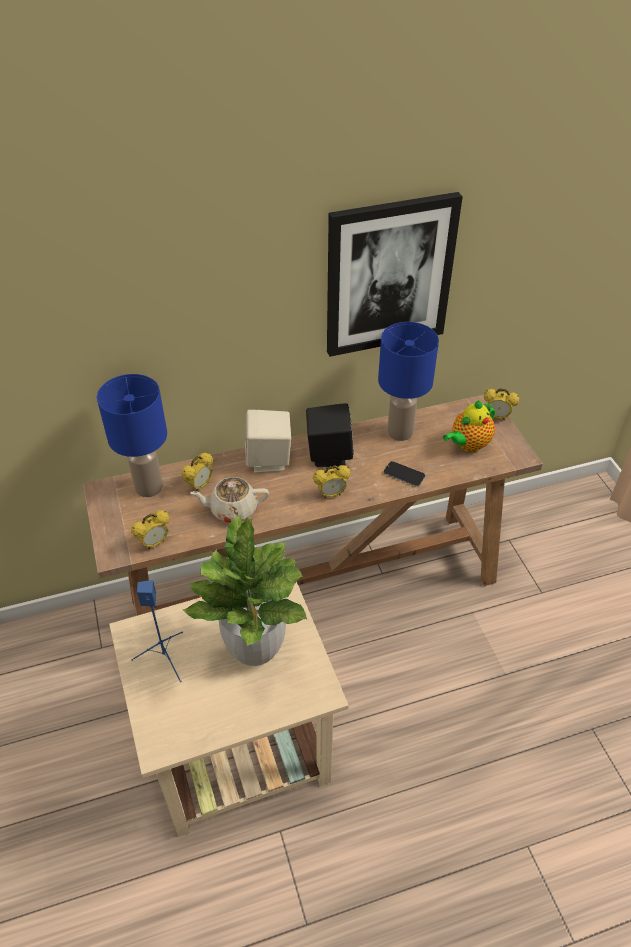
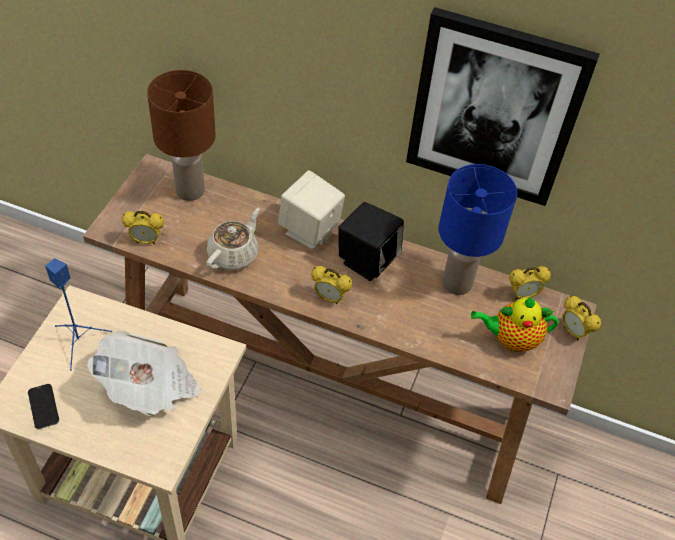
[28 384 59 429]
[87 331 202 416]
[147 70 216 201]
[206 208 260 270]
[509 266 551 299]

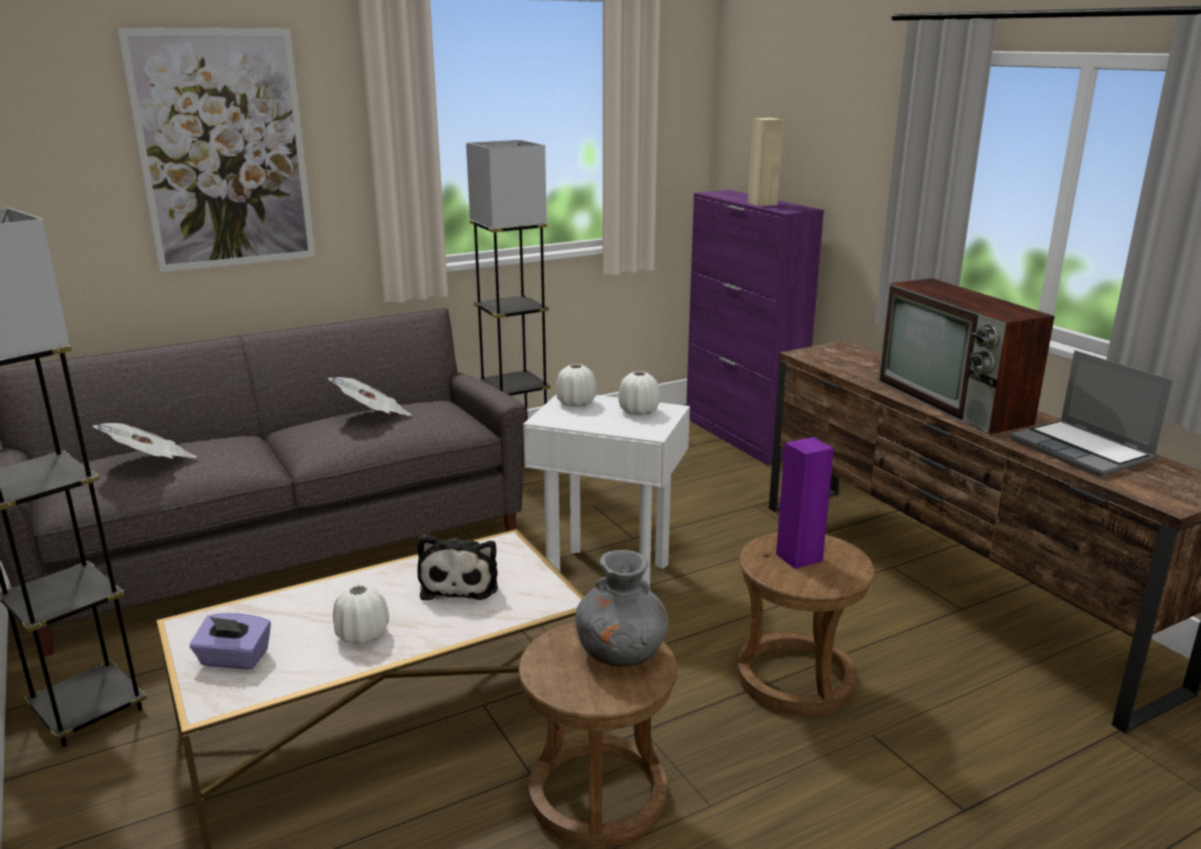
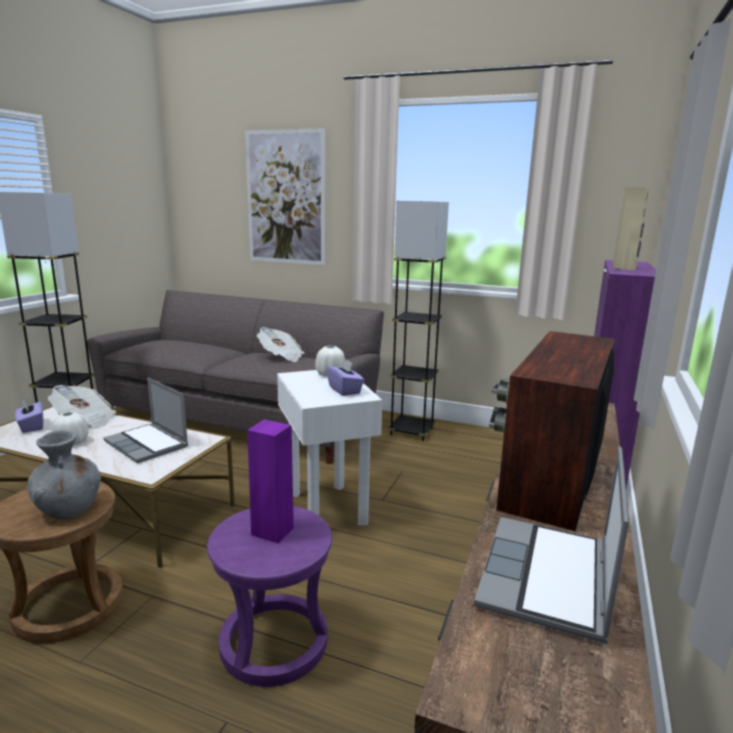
[48 385 116 427]
[104 377 188 463]
[207 506 332 687]
[327 359 364 396]

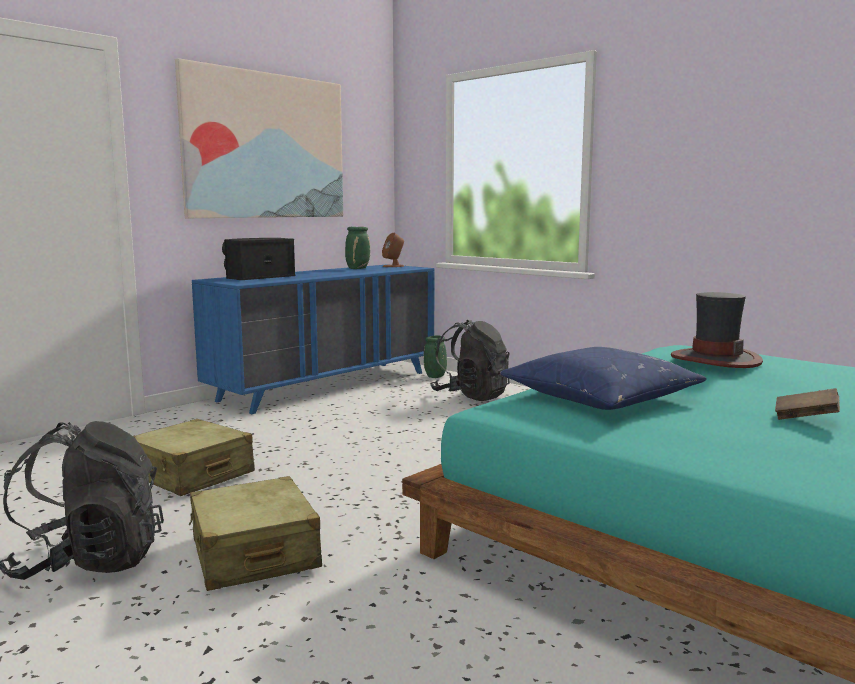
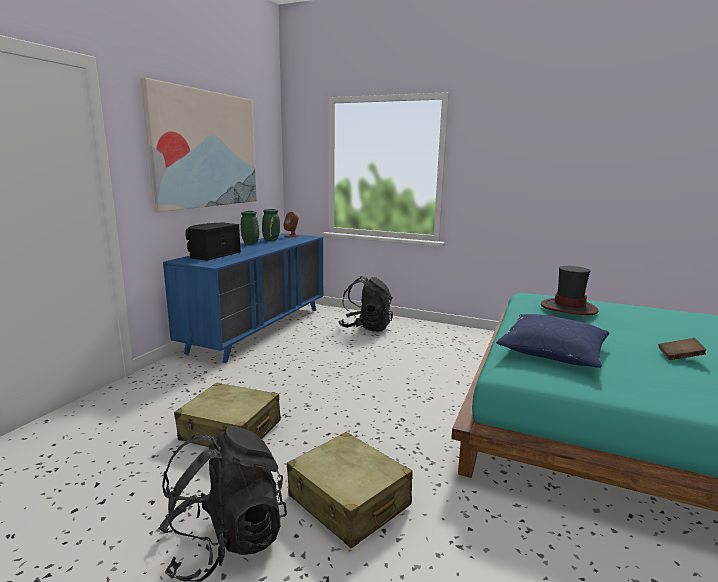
[240 211 259 244]

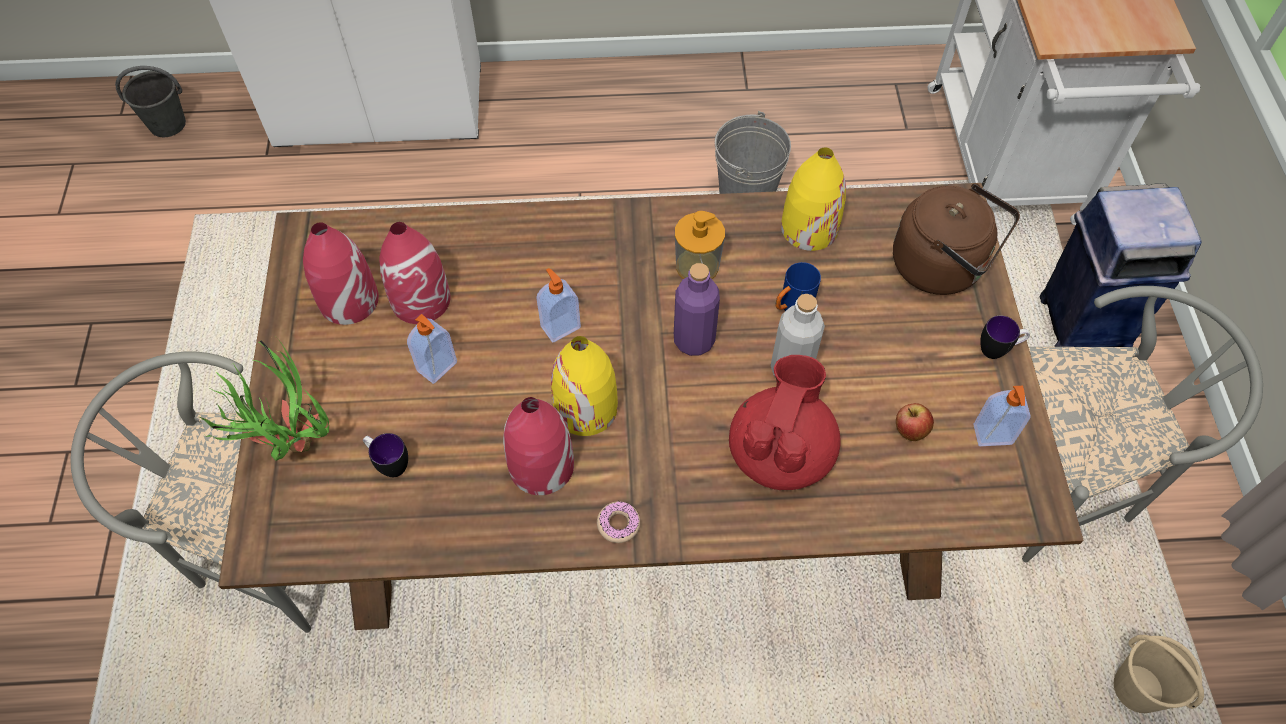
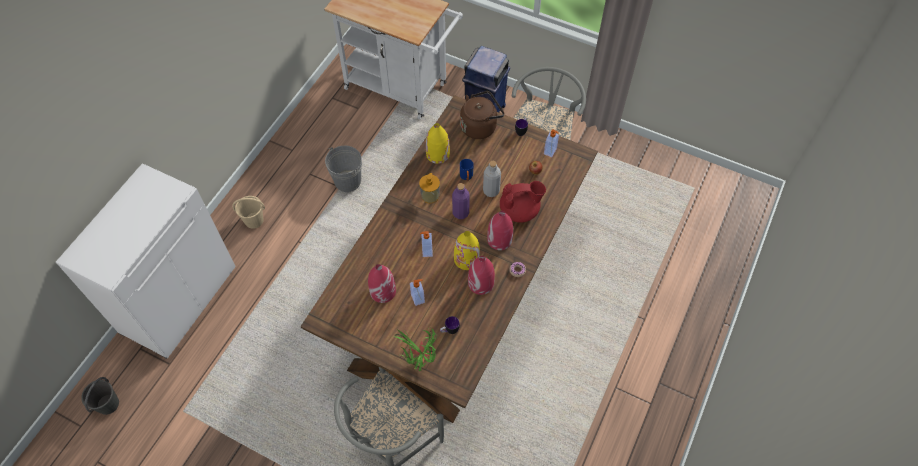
[232 196 265 229]
[487 211 513 250]
[500 181 546 223]

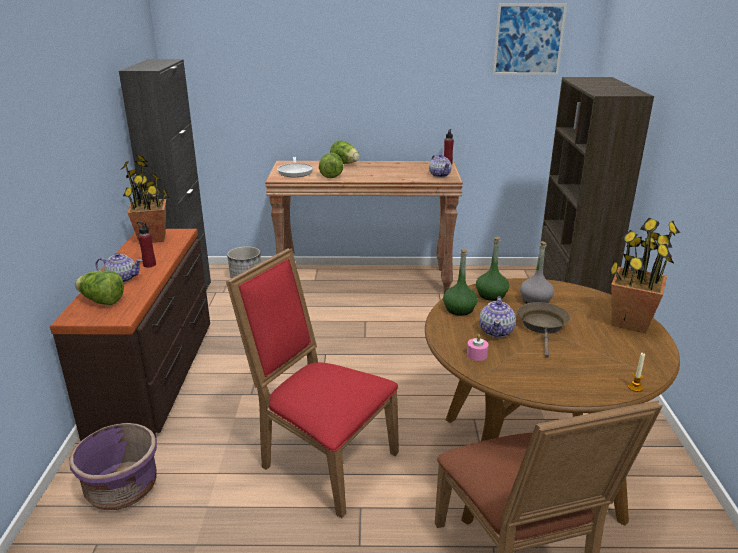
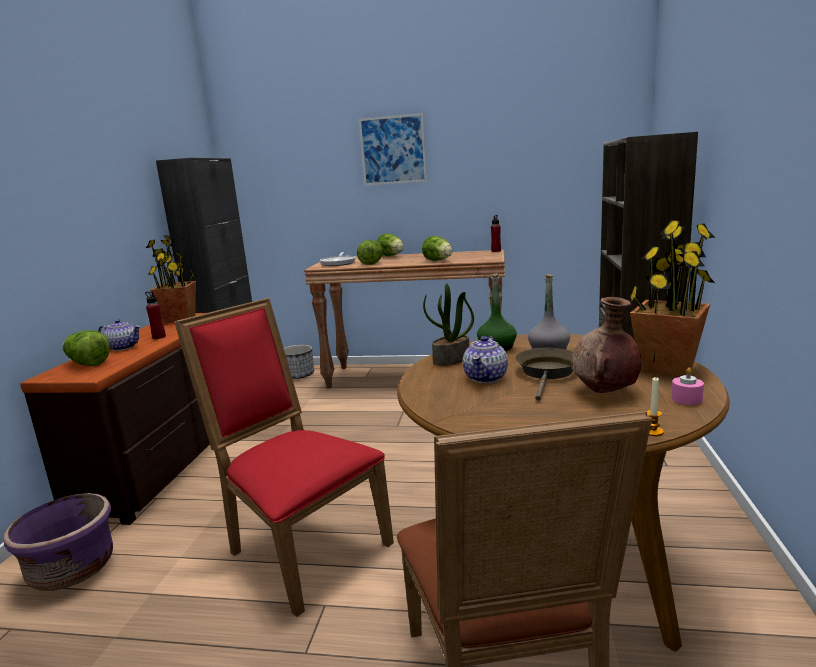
[359 113 427 186]
[422 236 453 261]
[423 283 474 366]
[571 297 641 393]
[671 368 704 405]
[429 154 452 178] (first image)

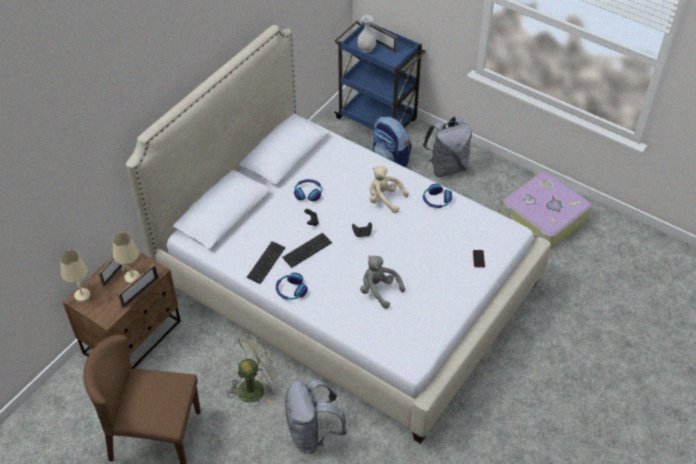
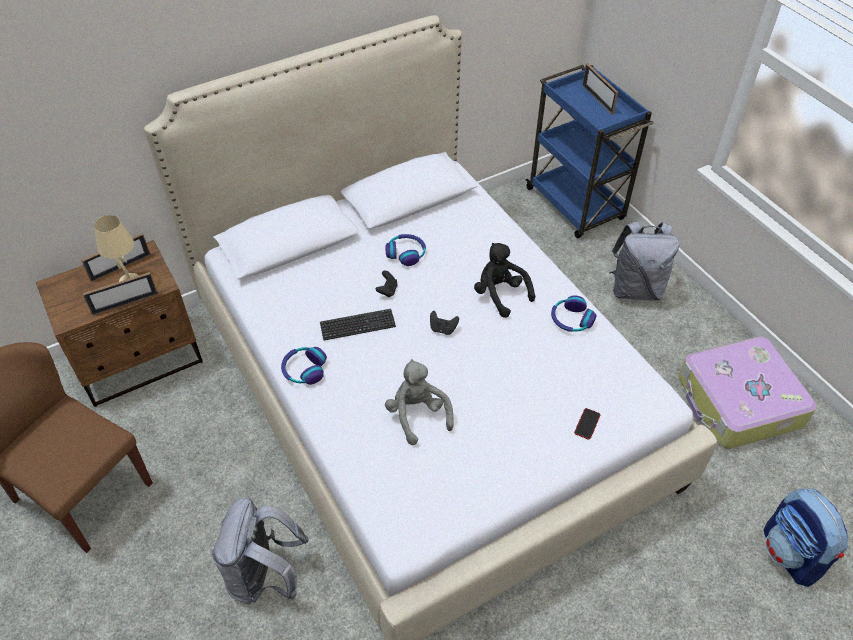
[474 243 535 318]
[764 488 848 587]
[60 250 90 302] (first image)
[228 334 282 403] (first image)
[247 241 285 284] (first image)
[357 15 376 53] (first image)

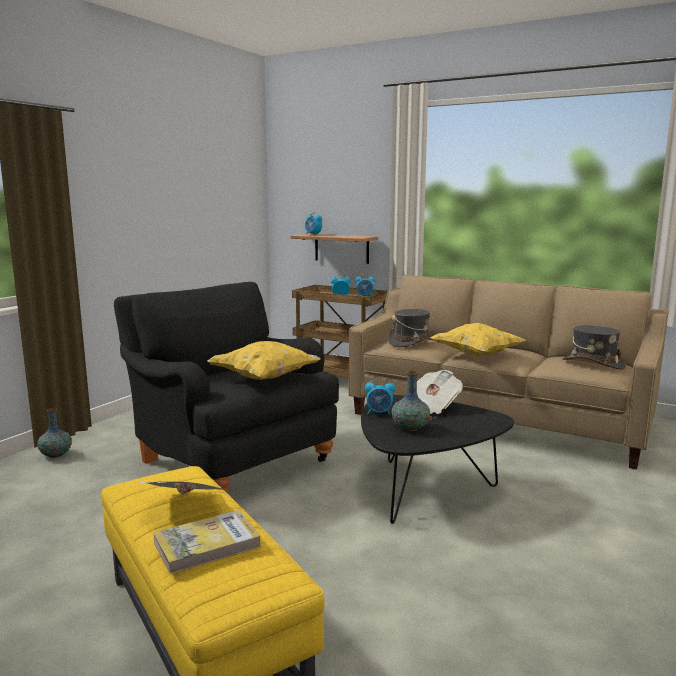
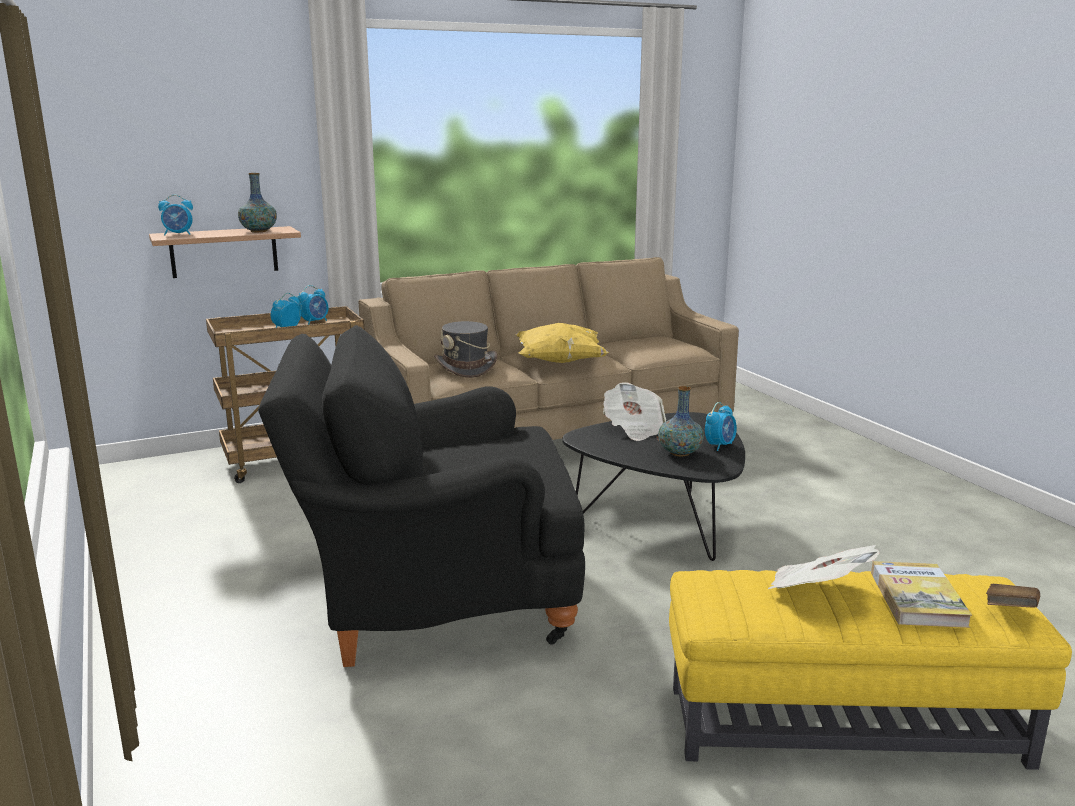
[238 173 277 232]
[705 402 737 451]
[986 584 1040 608]
[208 341 321 380] (first image)
[562 325 626 370] (first image)

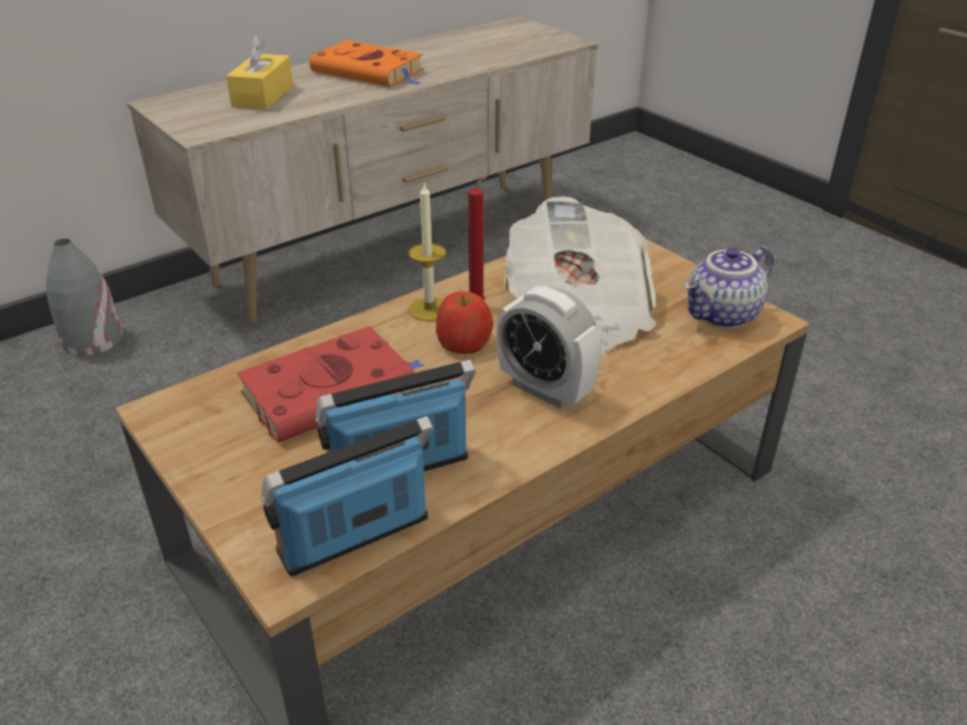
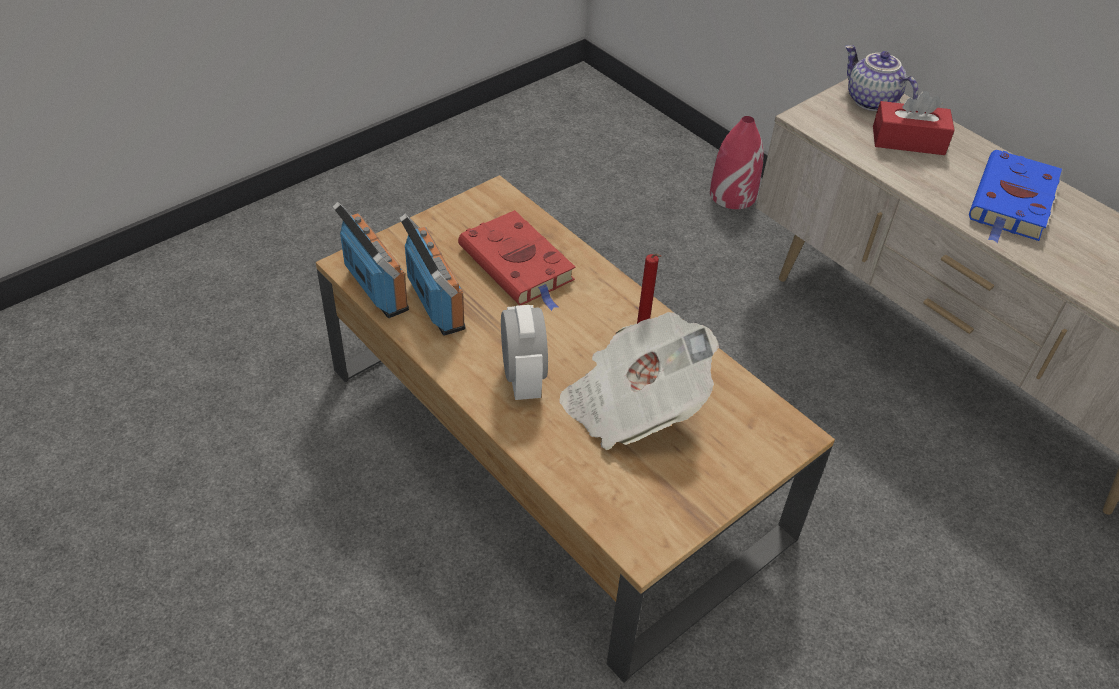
[501 305 548 400]
[710 116 764 209]
[845 45 918 111]
[873 91 955 155]
[969 150 1062 243]
[408 182 446 321] (first image)
[436 292 493 354] (first image)

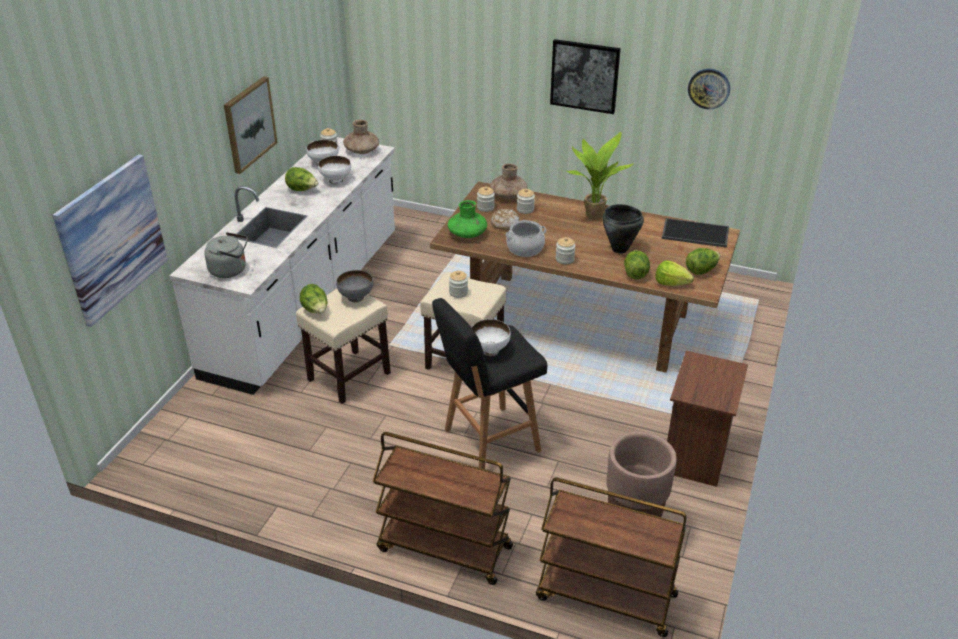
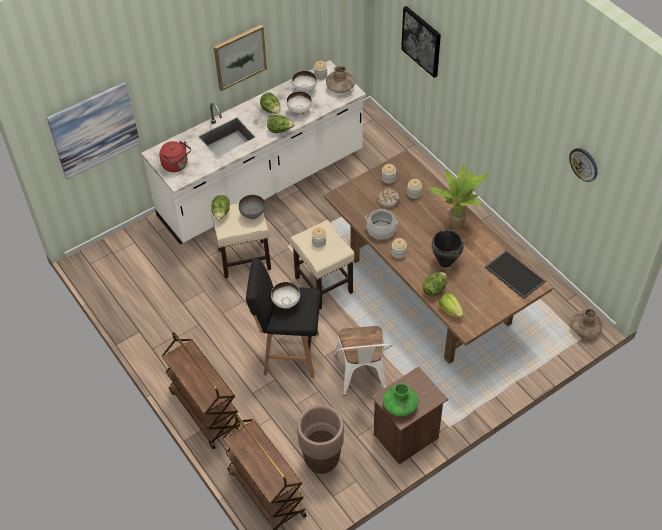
[159 141 191 172]
[267 115 295 133]
[334 326 393 396]
[383 383 419 416]
[401 6 441 78]
[571 308 602 338]

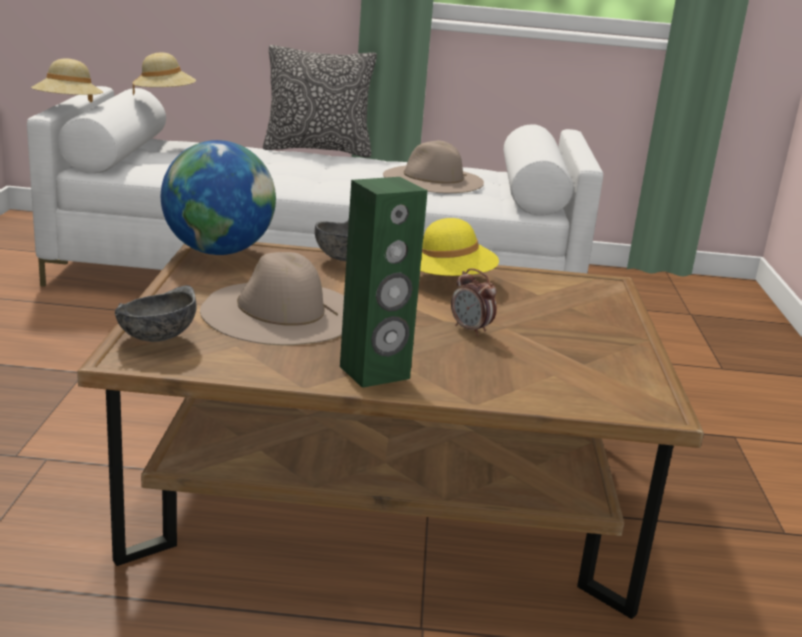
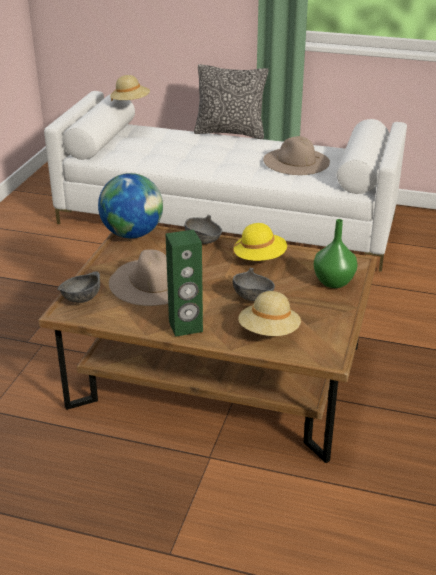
[233 268 275 301]
[238 291 301 336]
[314 219 357 288]

